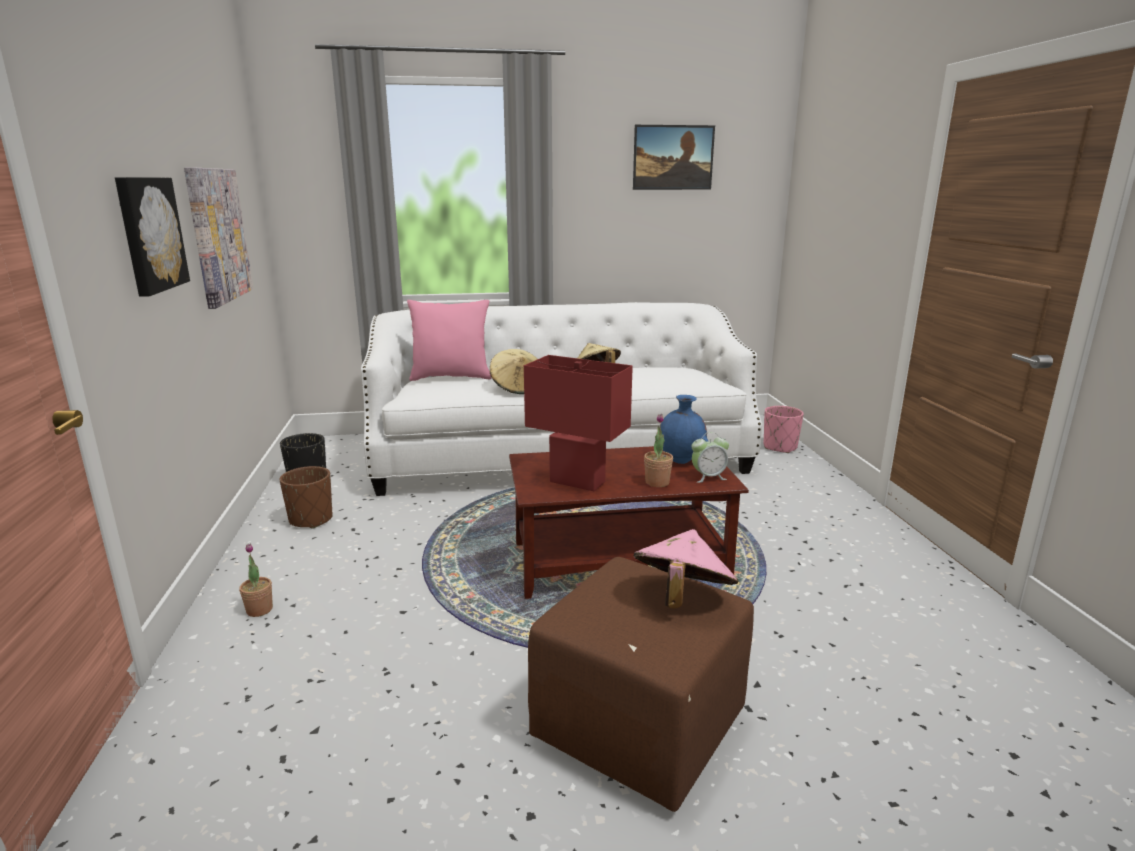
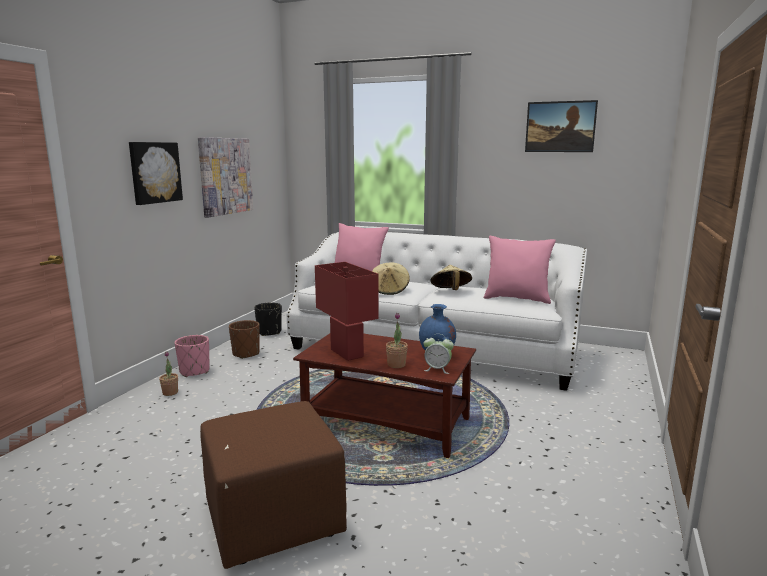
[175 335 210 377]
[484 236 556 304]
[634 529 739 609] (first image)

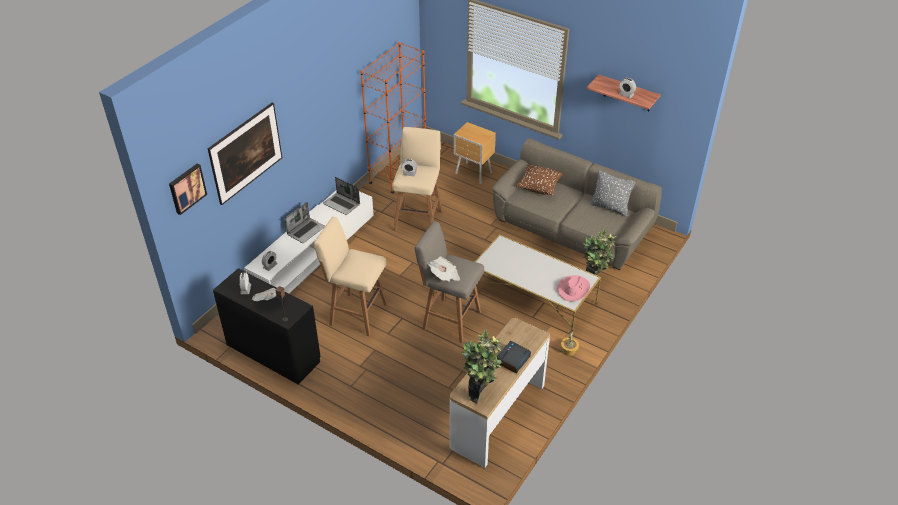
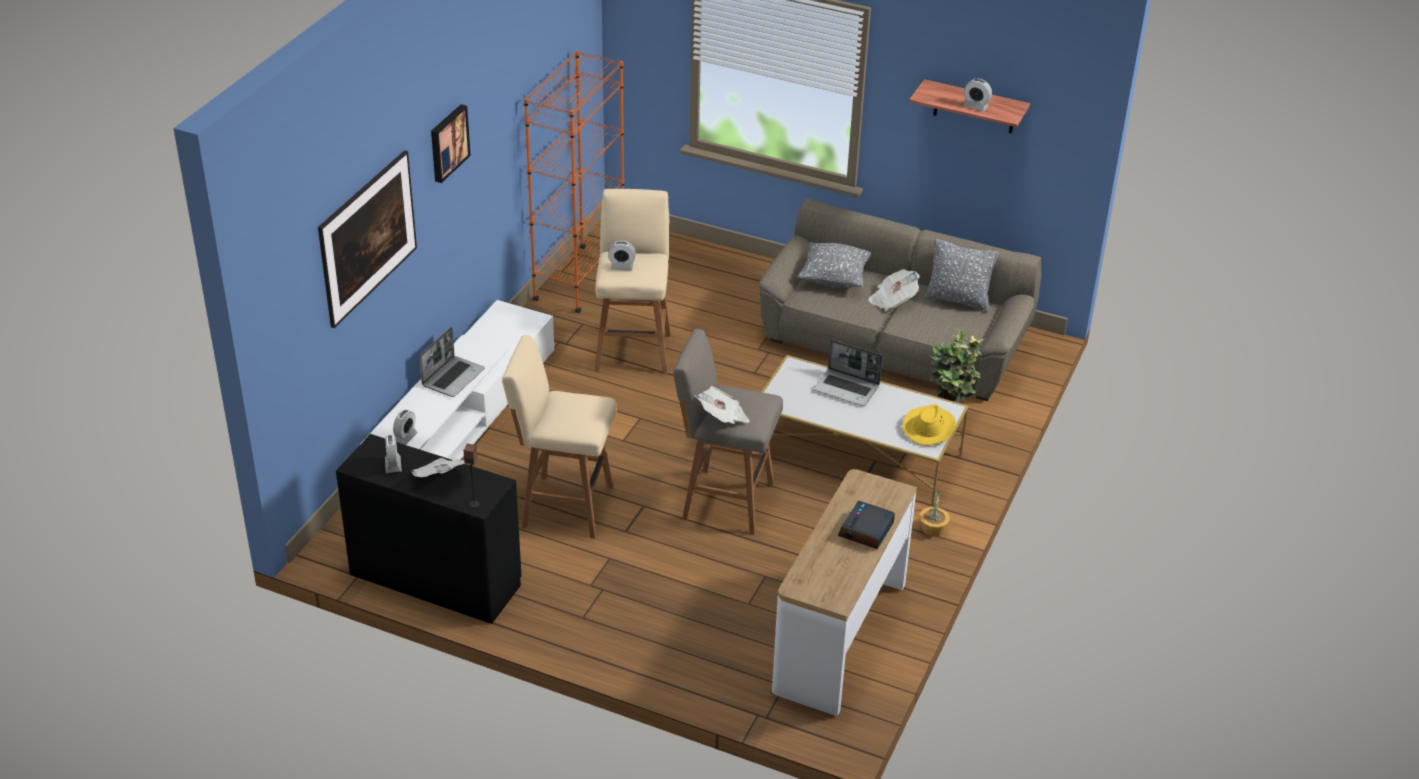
[431 104 471 183]
[798 242 871 288]
[813 339 882 406]
[869 269 920 311]
[902 404 956 446]
[454 122 496 184] (first image)
[461 329 502 403] (first image)

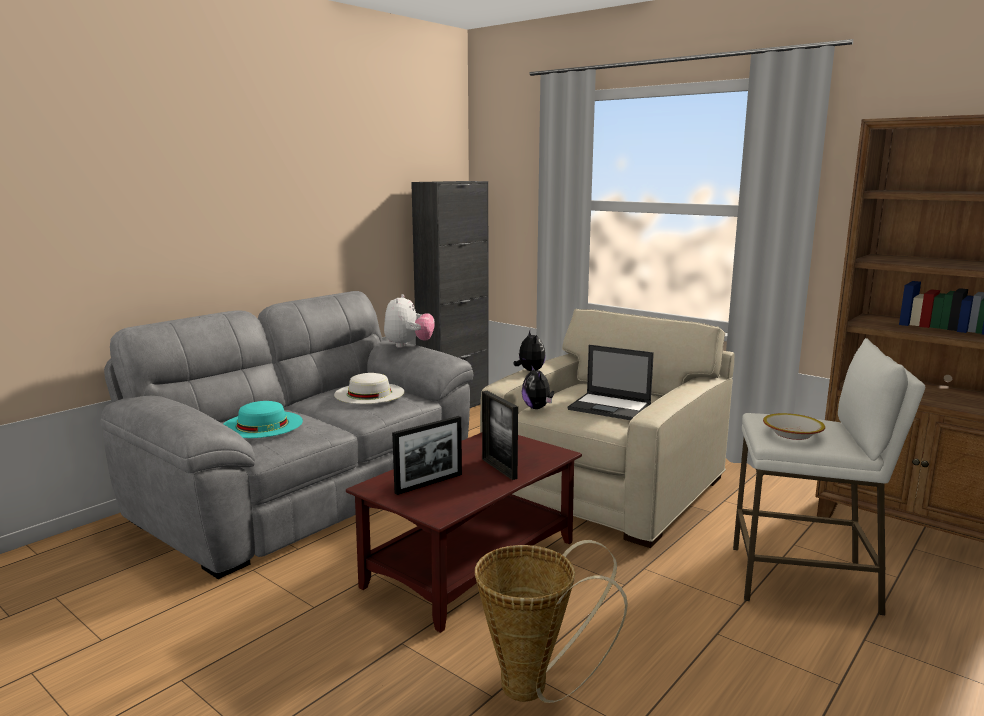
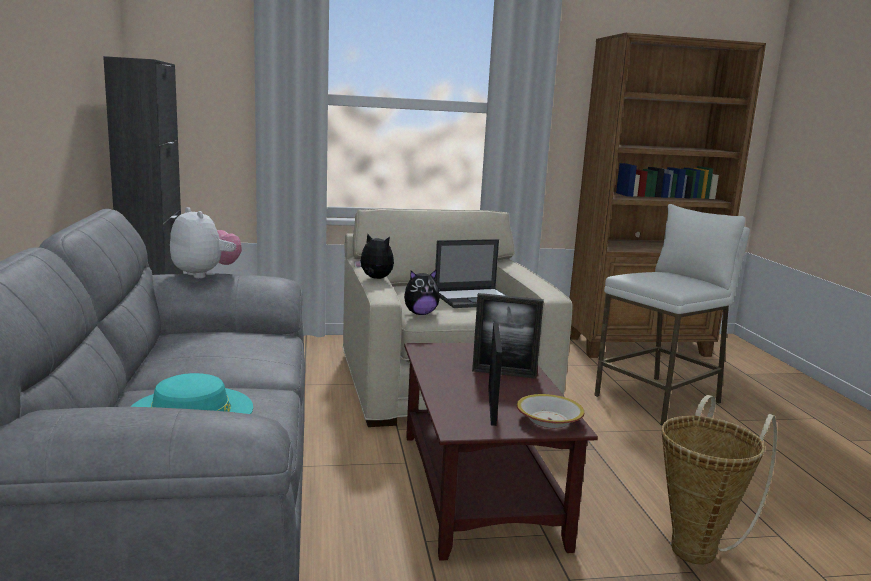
[404 270 440 315]
[517 394 584 428]
[334 373 404 404] (first image)

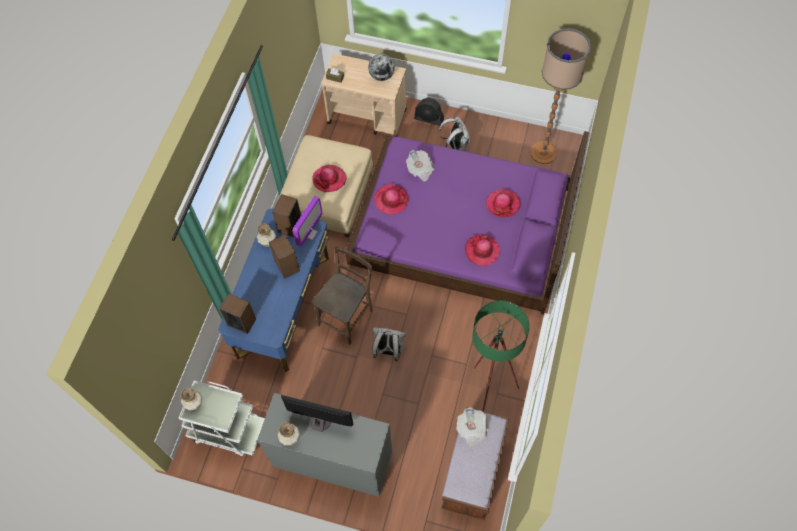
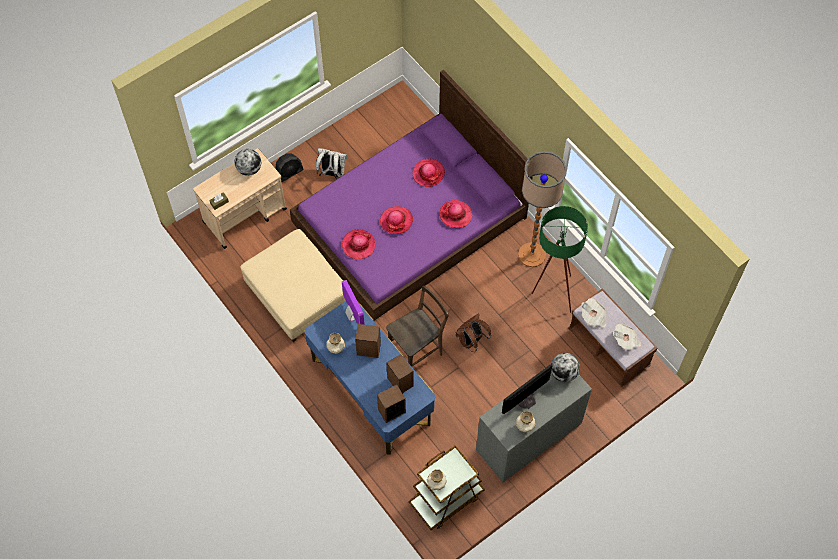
[380 206 413 234]
[386 286 448 367]
[386 354 414 393]
[409 445 485 530]
[455 313 491 352]
[518 151 567 267]
[551 353 580 382]
[613 323 641 350]

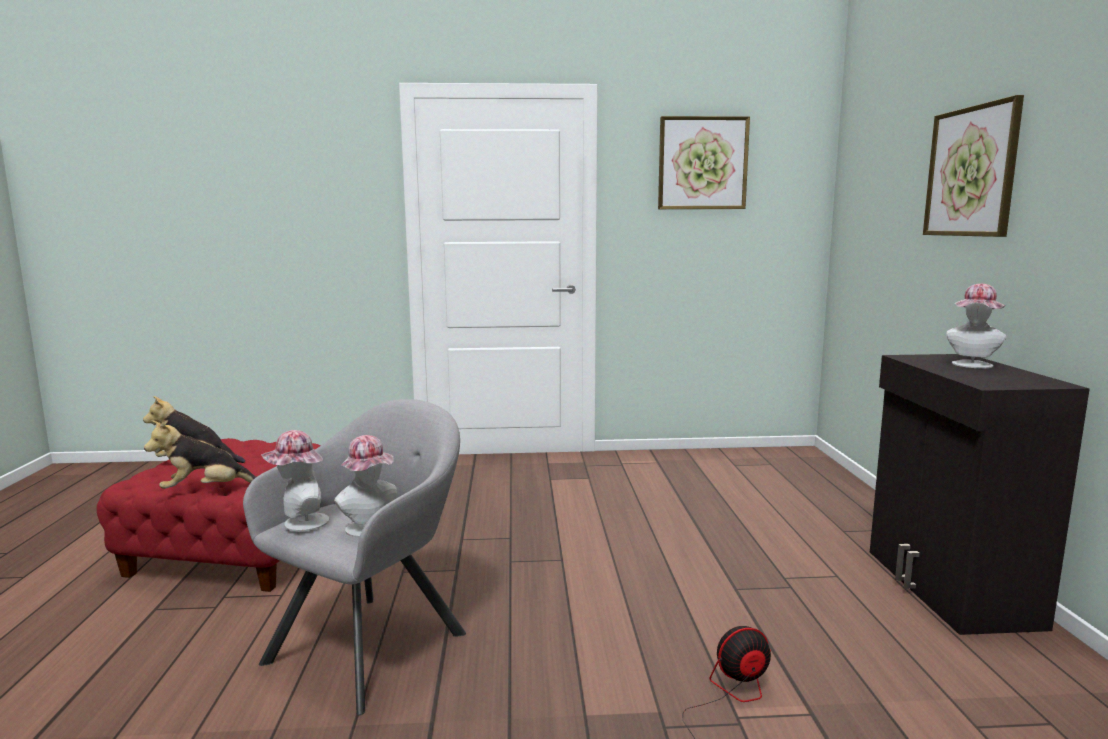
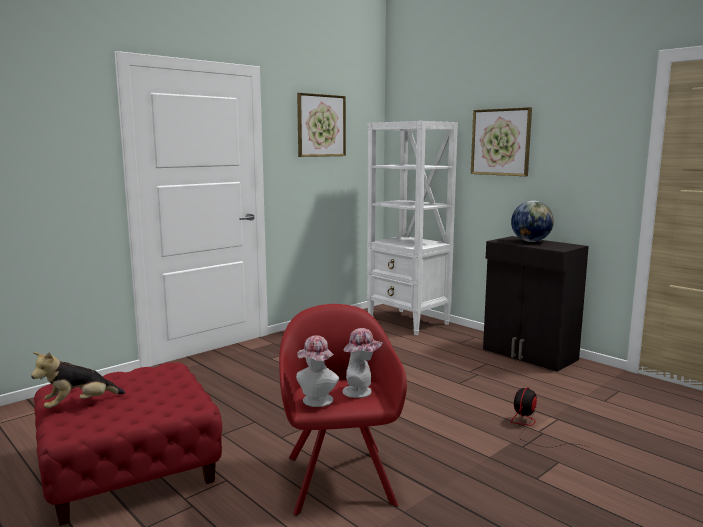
[279 304 407 516]
[367 121 458 335]
[511 201 554 242]
[144 420 256 489] (first image)

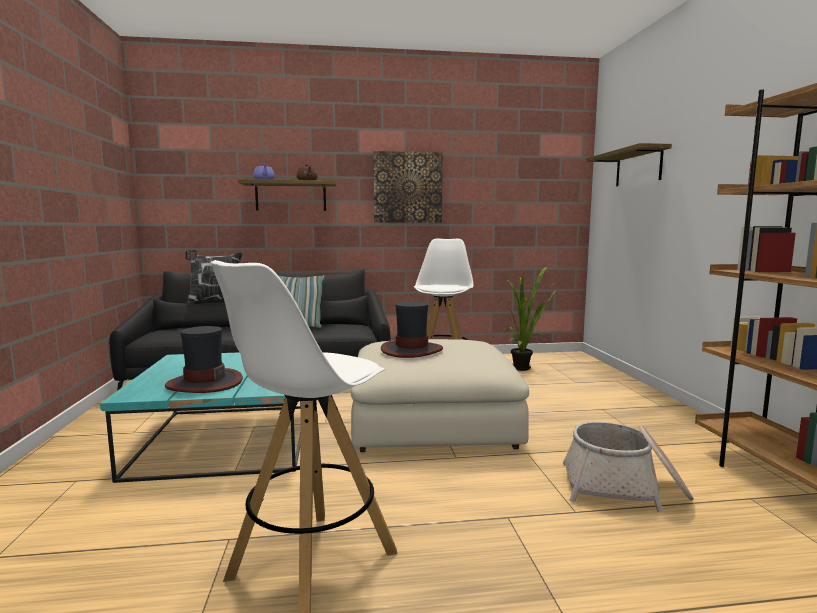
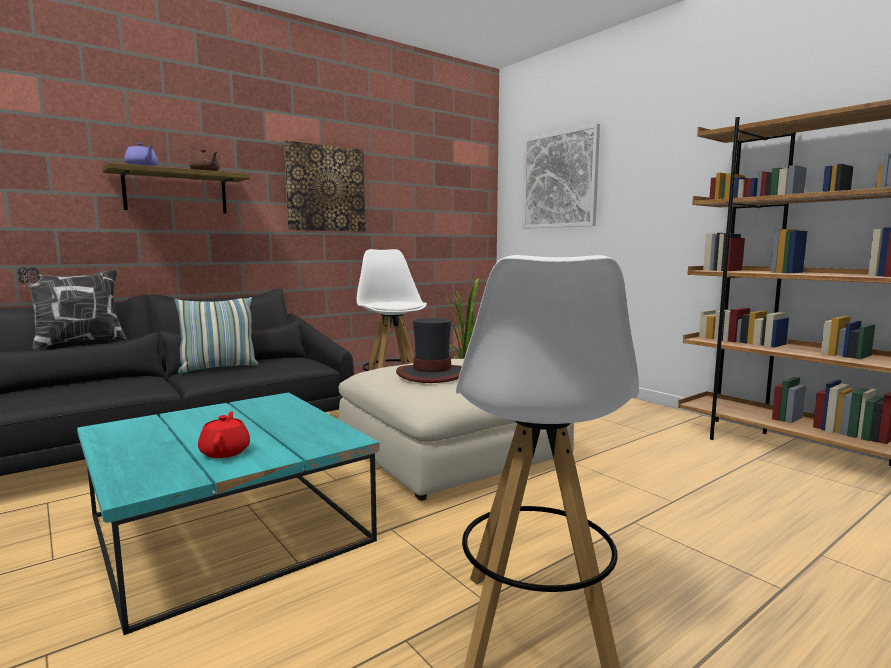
[198 411 250 458]
[522 124 600 229]
[563 422 694 512] (first image)

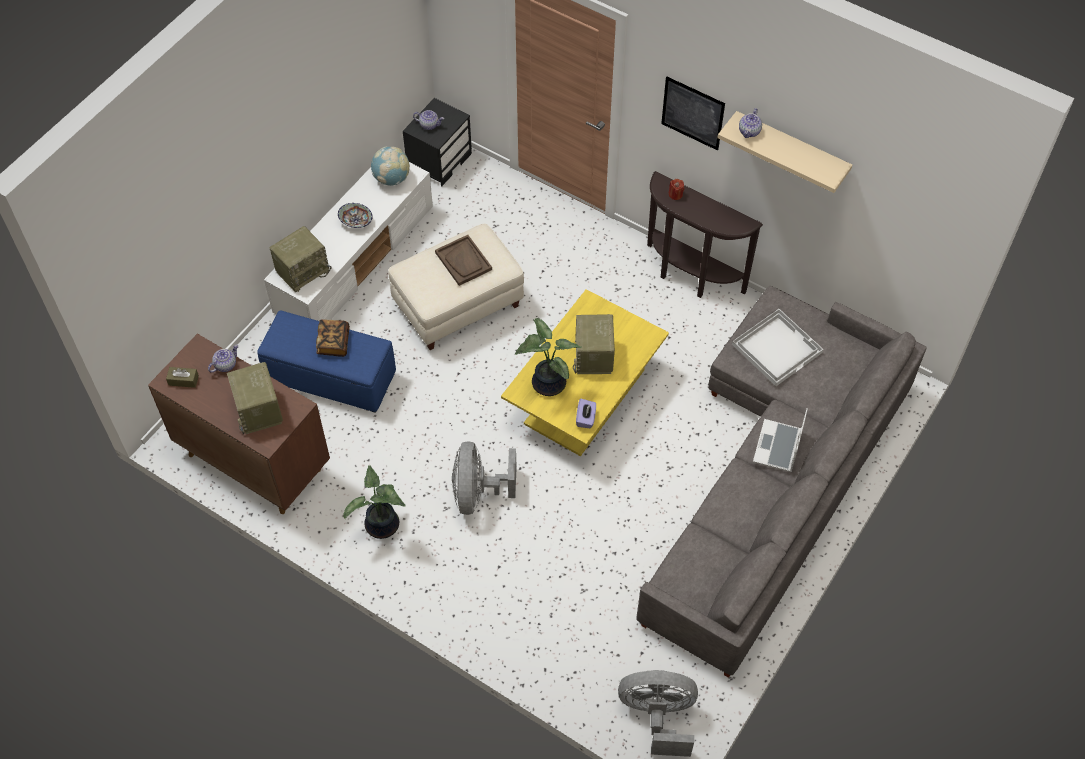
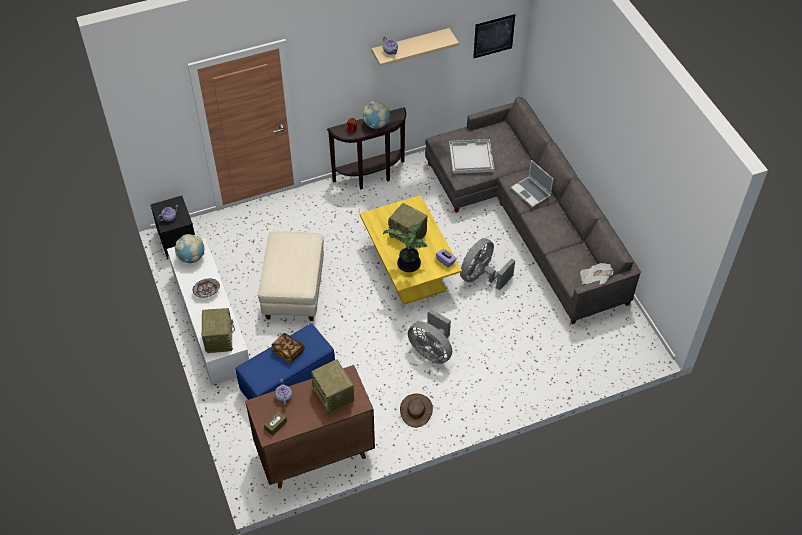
[311 359 354 415]
[363 101 390 129]
[400 394 433 428]
[460 238 515 290]
[473 14 515 58]
[580 263 614 285]
[435 235 492 286] (first image)

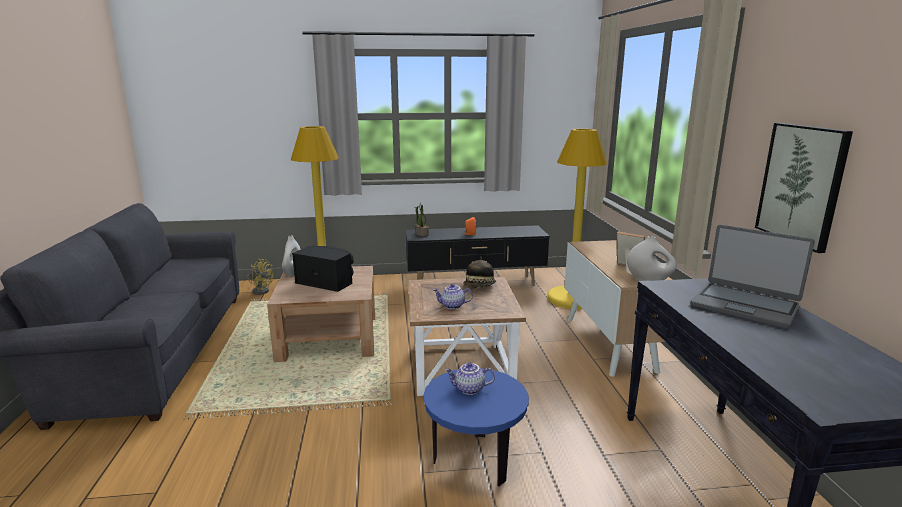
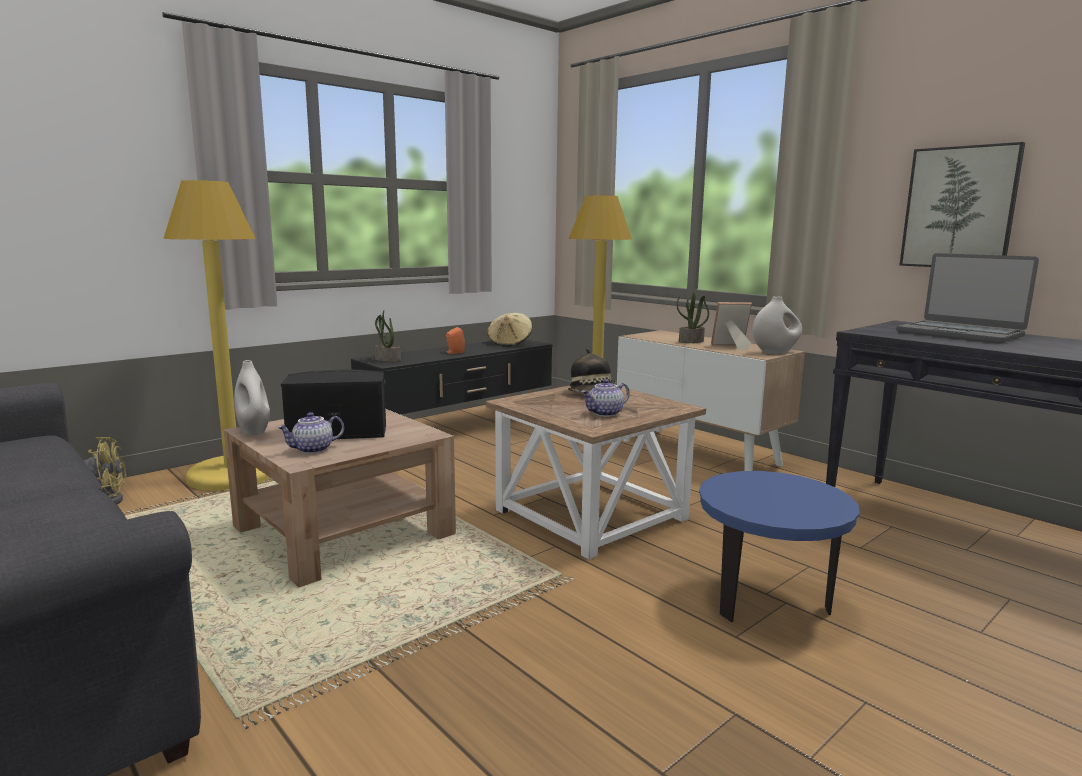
[277 412 344 454]
[487 313 532 347]
[677 290 709 343]
[896 253 1039 344]

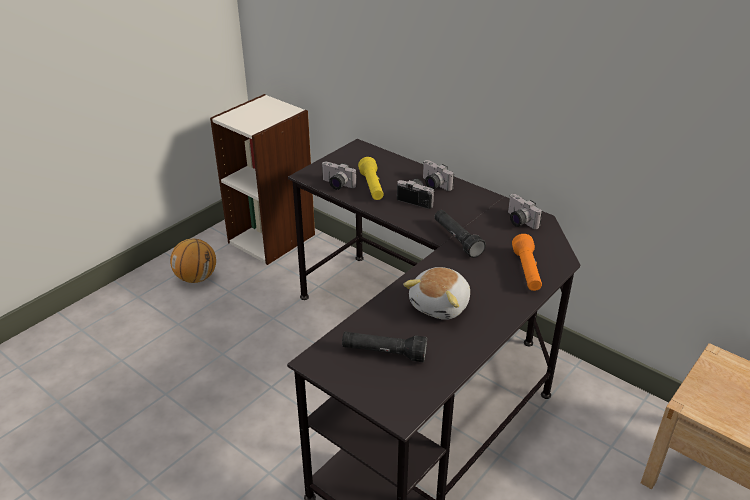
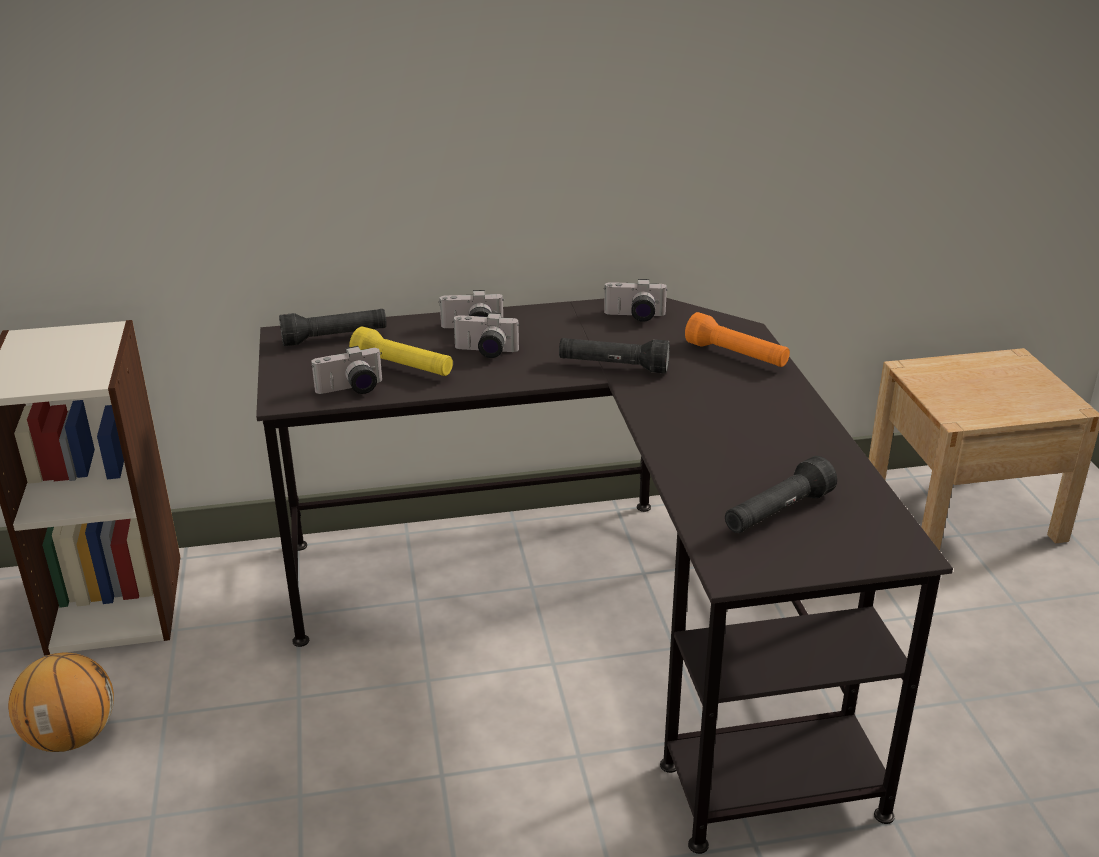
[279 309 387 346]
[452 312 519 358]
[403 267 470 320] (first image)

